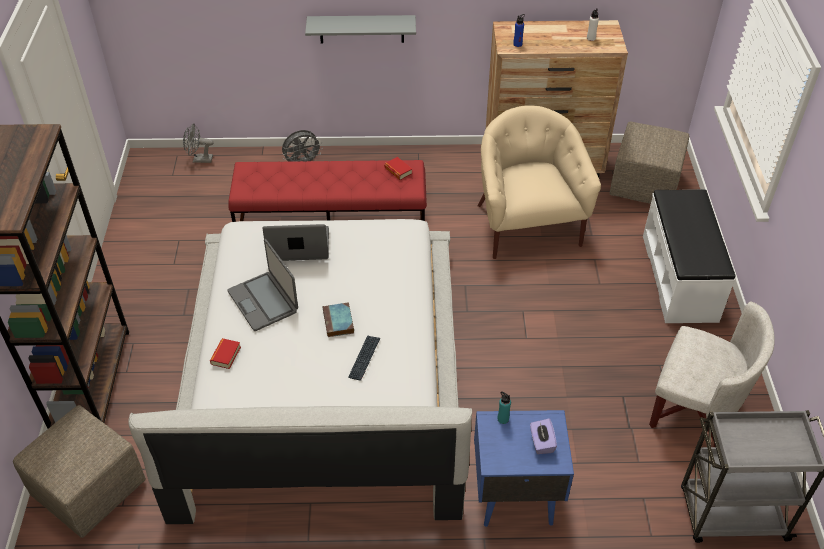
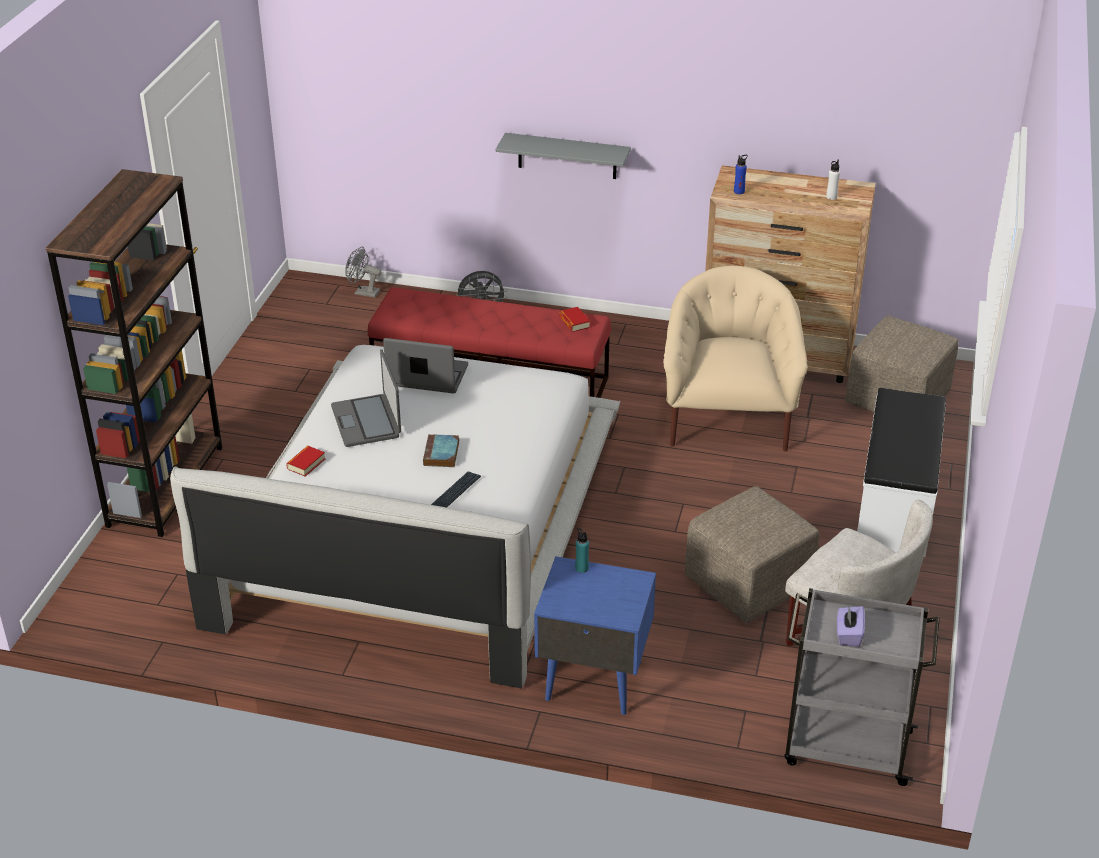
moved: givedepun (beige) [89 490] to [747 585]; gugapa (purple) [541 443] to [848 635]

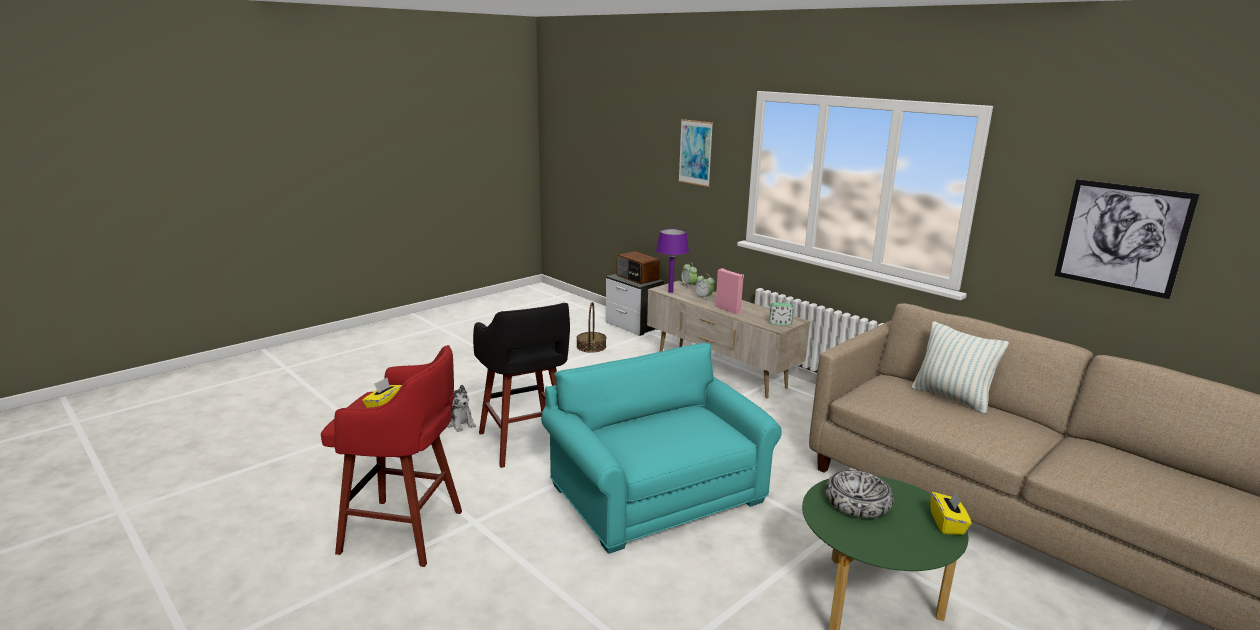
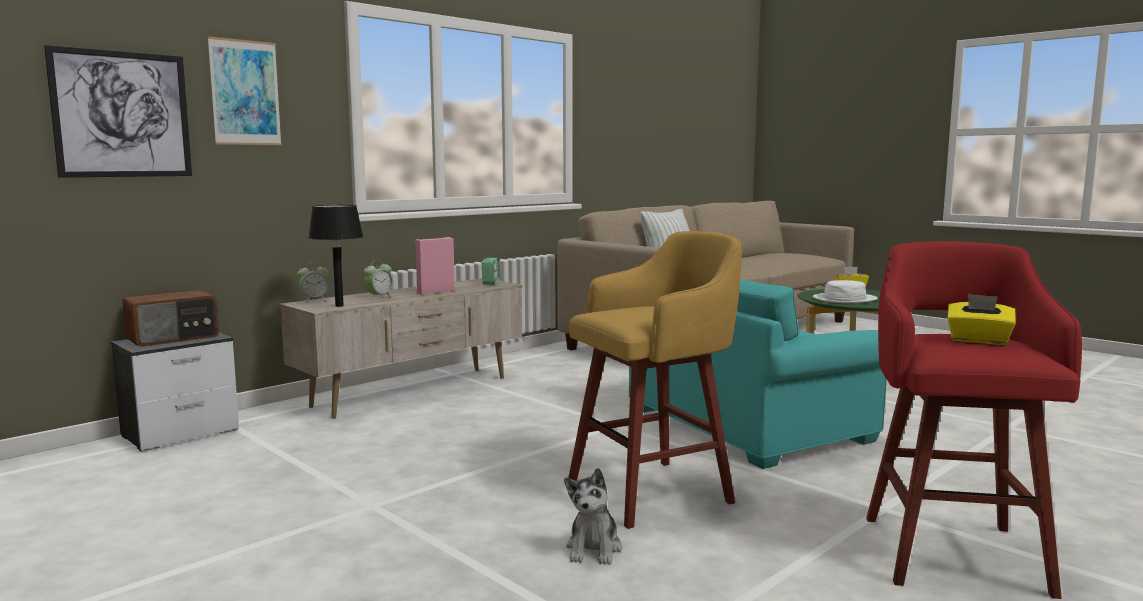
removed: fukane [591 346]
moved: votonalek [1122 237] to [122 114]
replaced: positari [857 502] to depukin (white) [844 299]
recoloured: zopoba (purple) [670 291] to zopoba (black) [339 306]; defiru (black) [525 443] to defiru (yellow) [654 491]
turned: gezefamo [460 423] = [594 549] 135 degrees clockwise

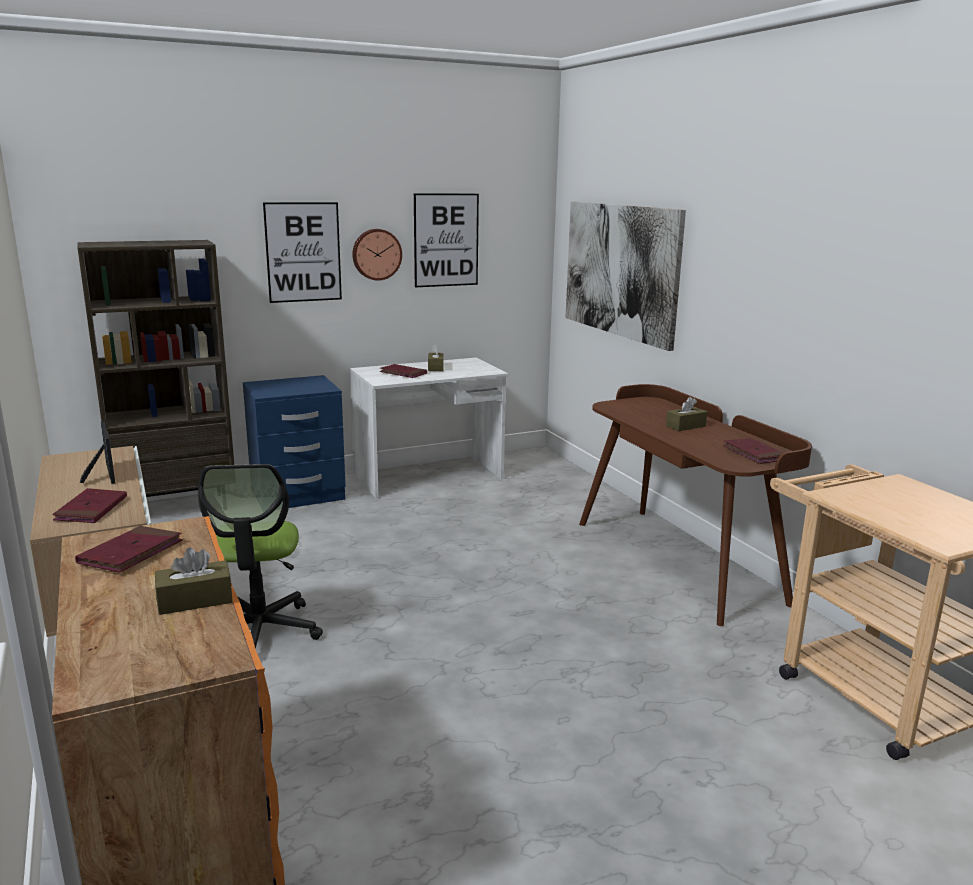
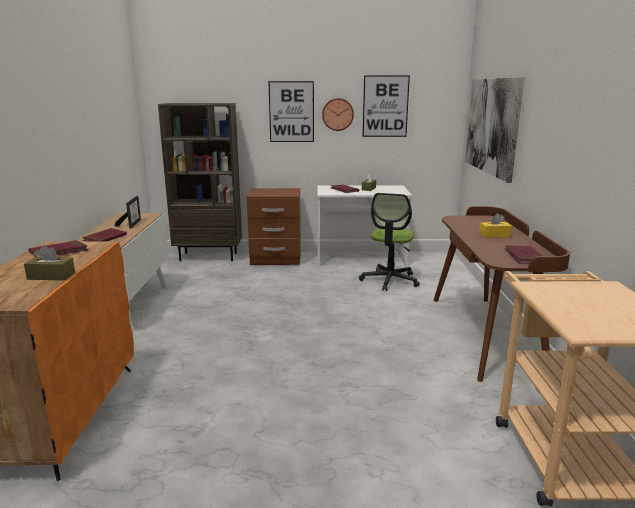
moved: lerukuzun [259 632] to [389 280]
recoloured: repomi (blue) [298 495] to repomi (brown) [276 259]; gugapa (brown) [685 426] to gugapa (yellow) [494 235]

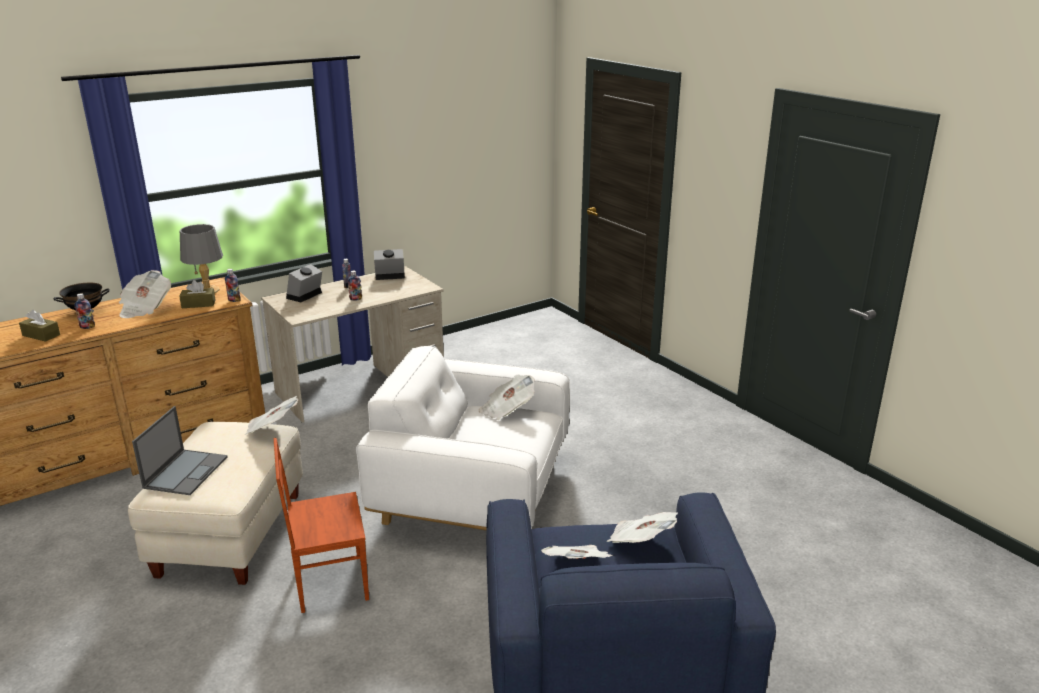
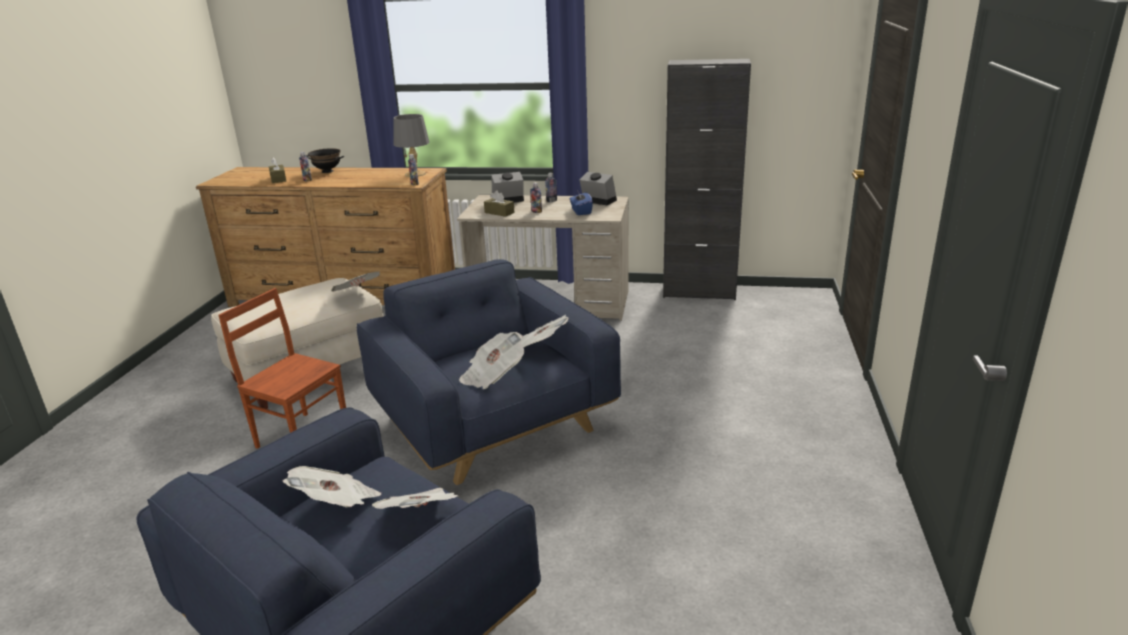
removed: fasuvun [186 472]
added: gugapa (blue) [581 211]; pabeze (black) [699 292]
moved: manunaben [145 308] to [492 376]; gugapa (brown) [198 304] to [499 212]
recoloured: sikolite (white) [472 493] to sikolite (blue) [492 422]

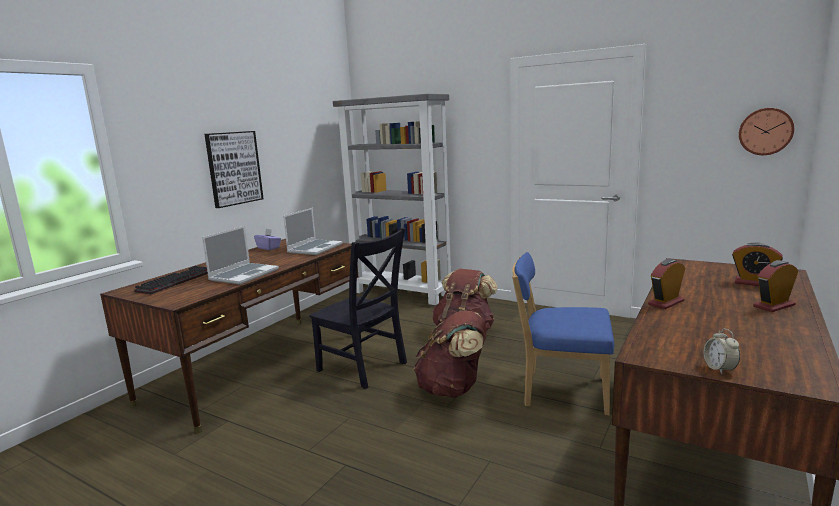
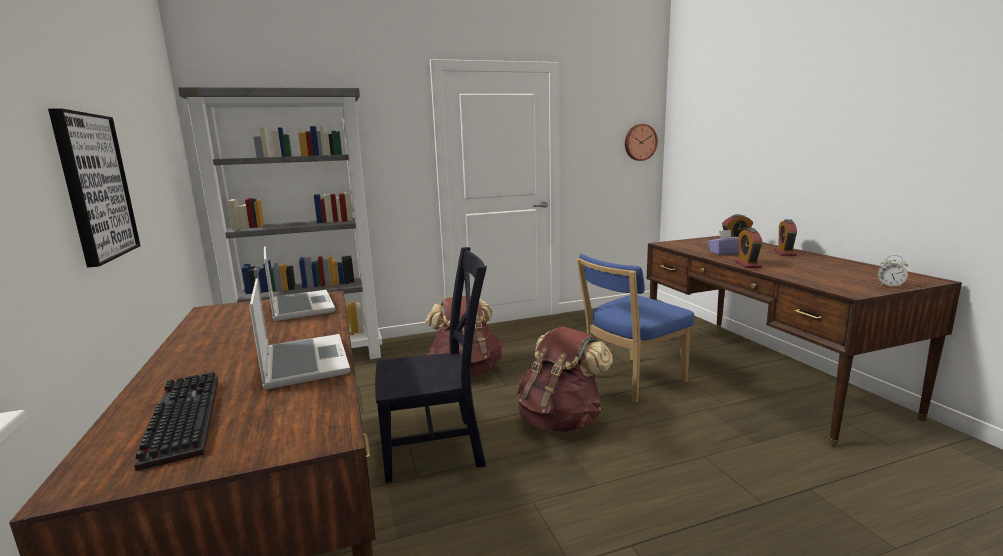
moved: gugapa (purple) [269 248] to [724 253]

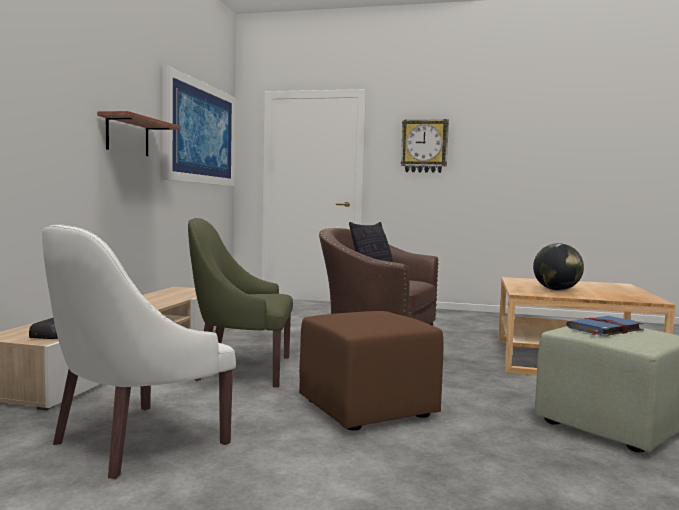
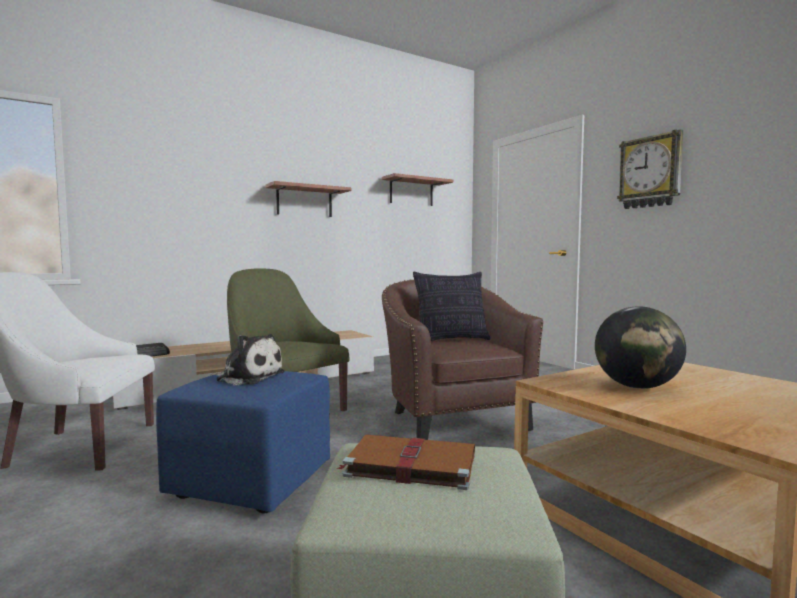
added: gezefamo [248 377]
replaced: votonalek [200 133] to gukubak [411 192]
recoloured: givedepun (brown) [366 410] to givedepun (blue) [249 482]; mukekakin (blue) [604 329] to mukekakin (brown) [409 464]

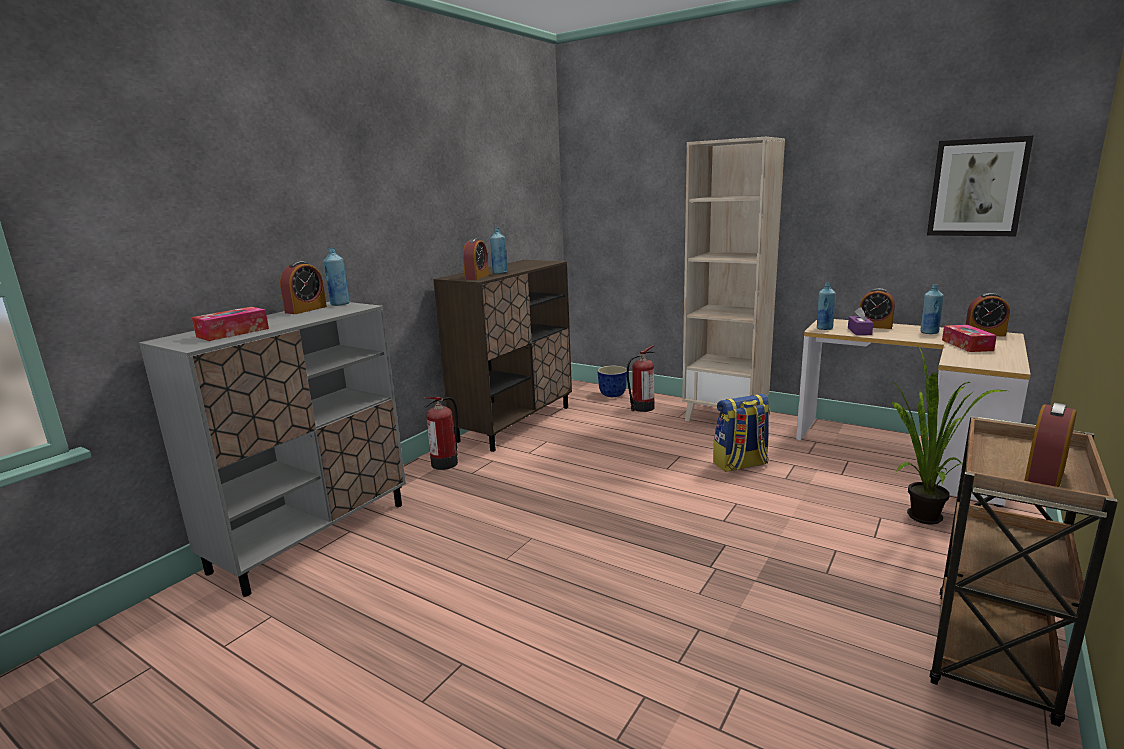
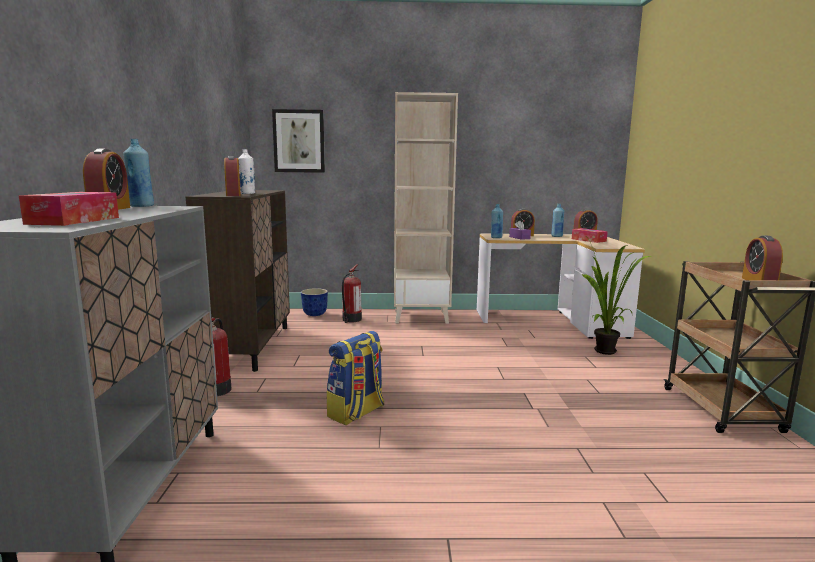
moved: votonalek [977 188] to [299 141]; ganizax [740 464] to [356 413]
recoloured: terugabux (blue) [500 273] to terugabux (white) [247 194]

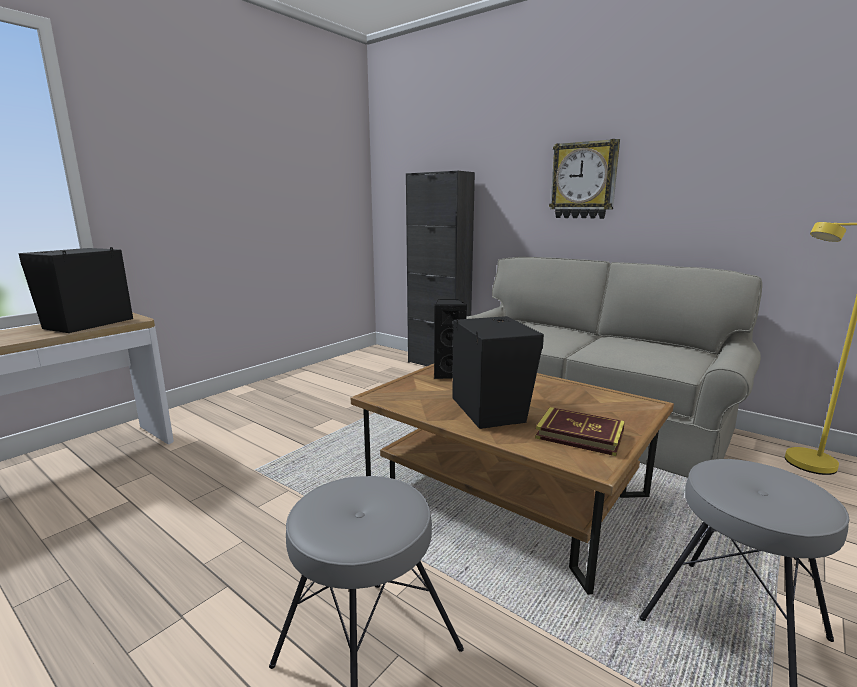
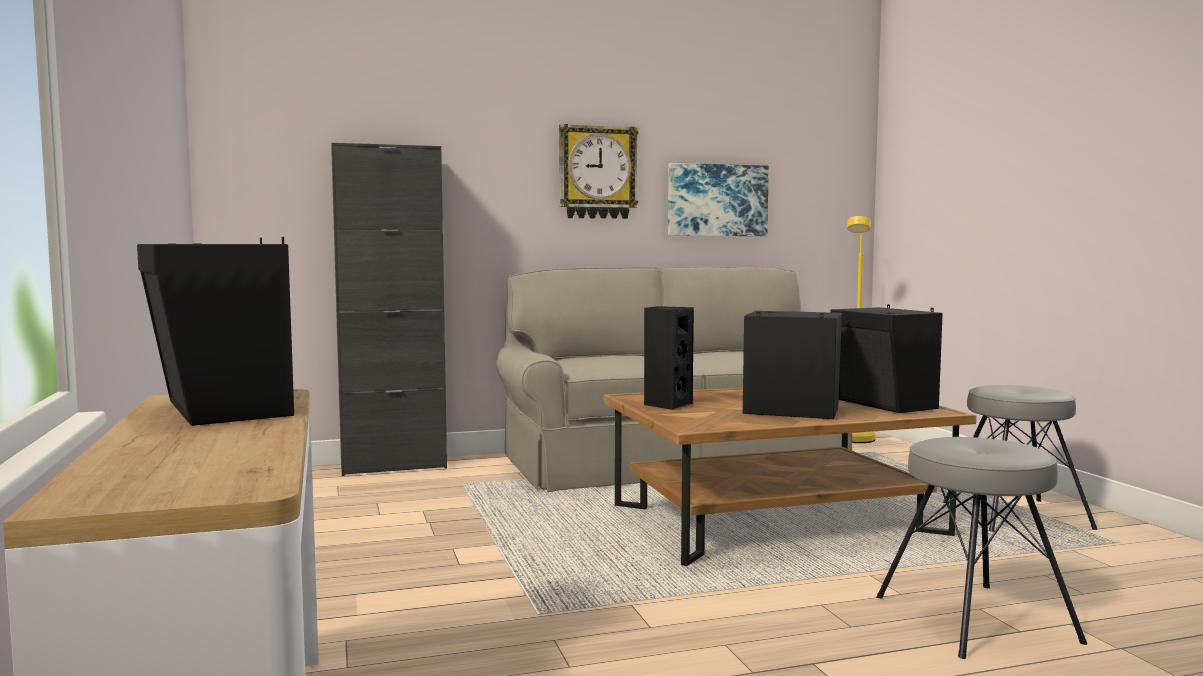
added: votonalek [717 200]
replaced: mukekakin [579 435] to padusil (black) [884 404]

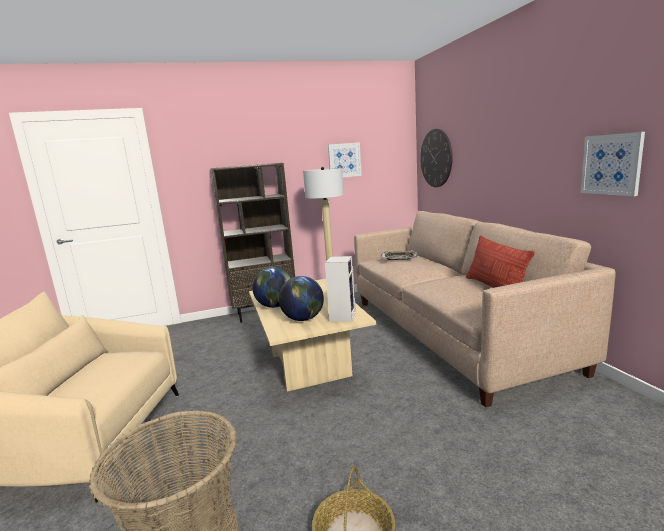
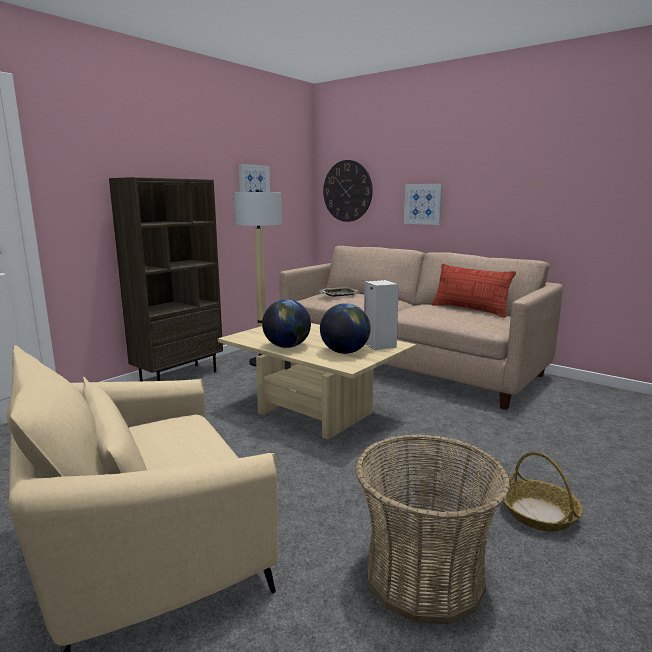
moved: votonalek [611 164] to [423 204]

